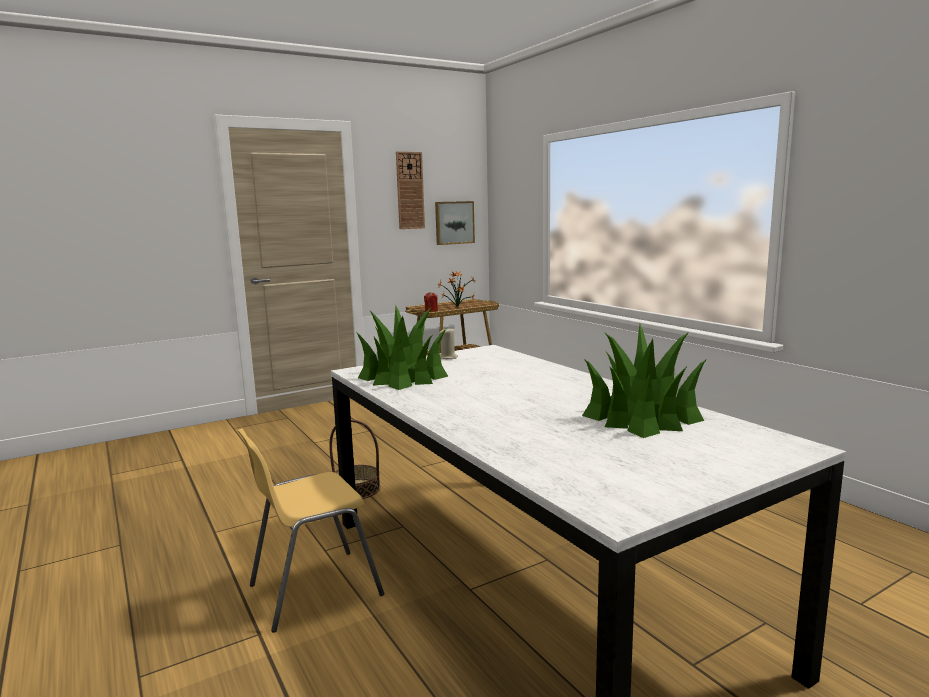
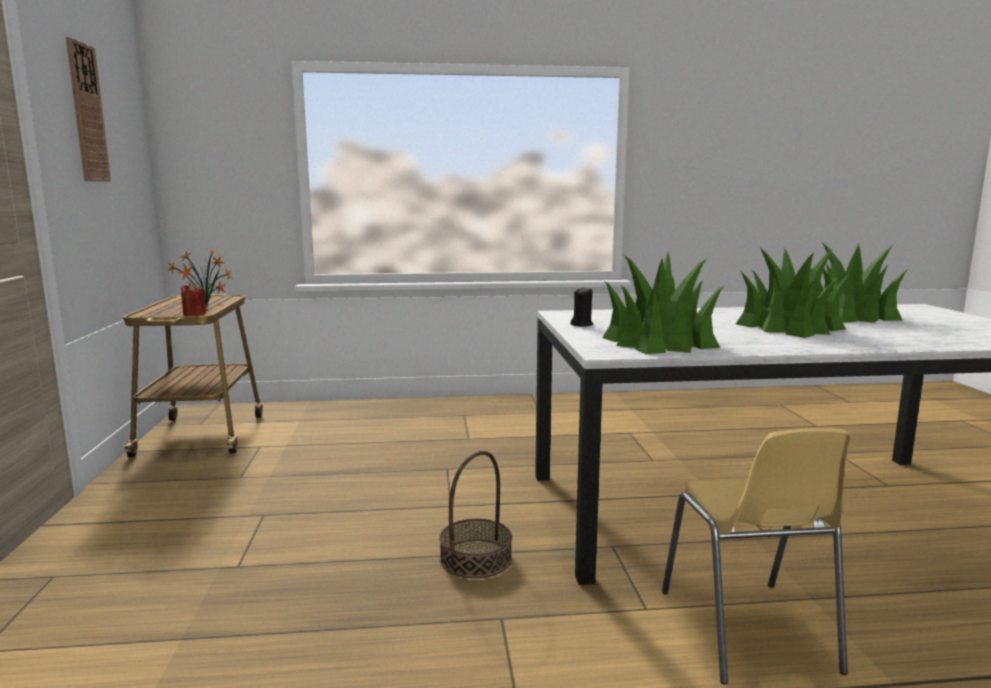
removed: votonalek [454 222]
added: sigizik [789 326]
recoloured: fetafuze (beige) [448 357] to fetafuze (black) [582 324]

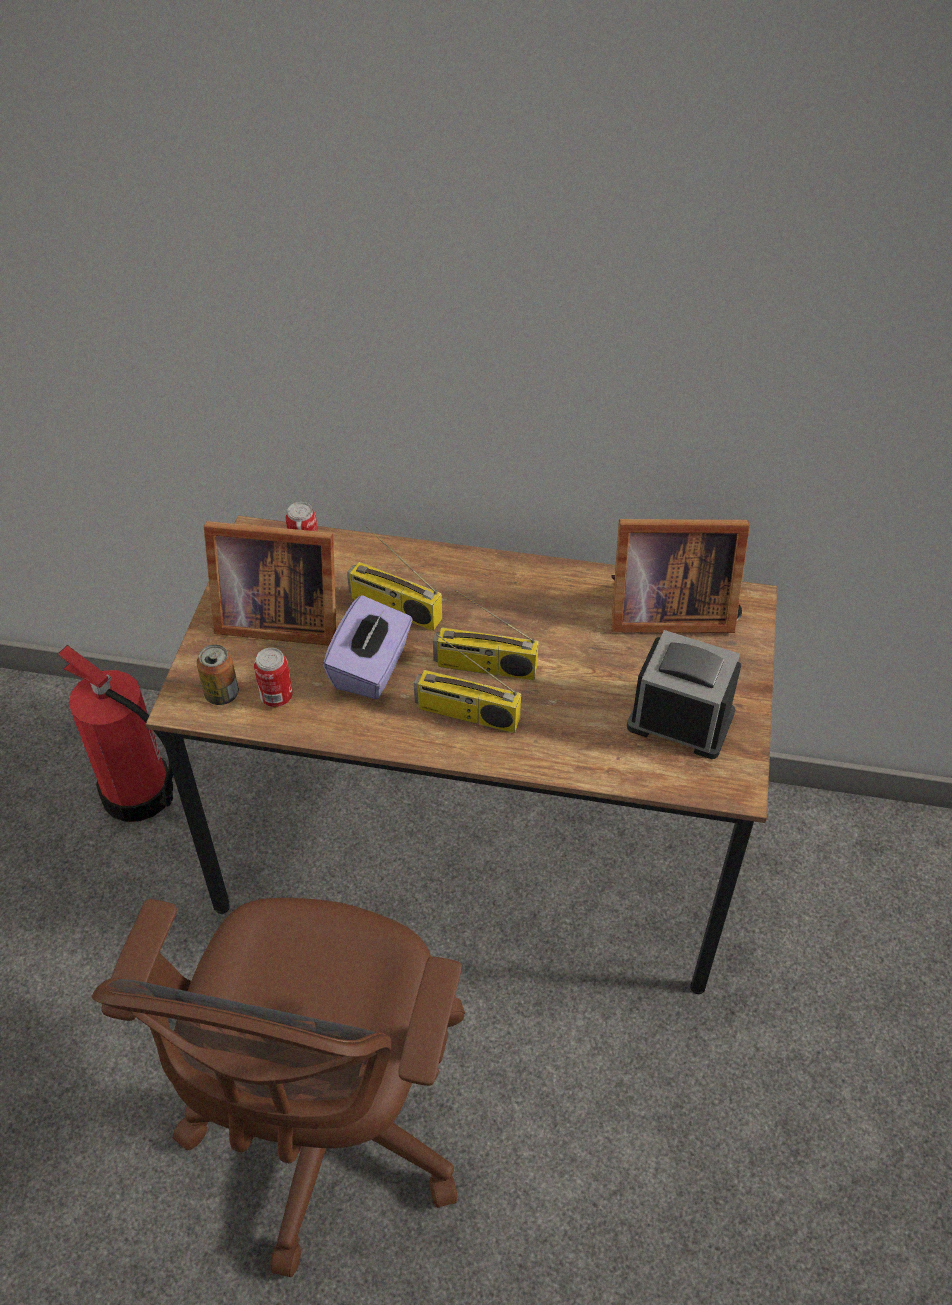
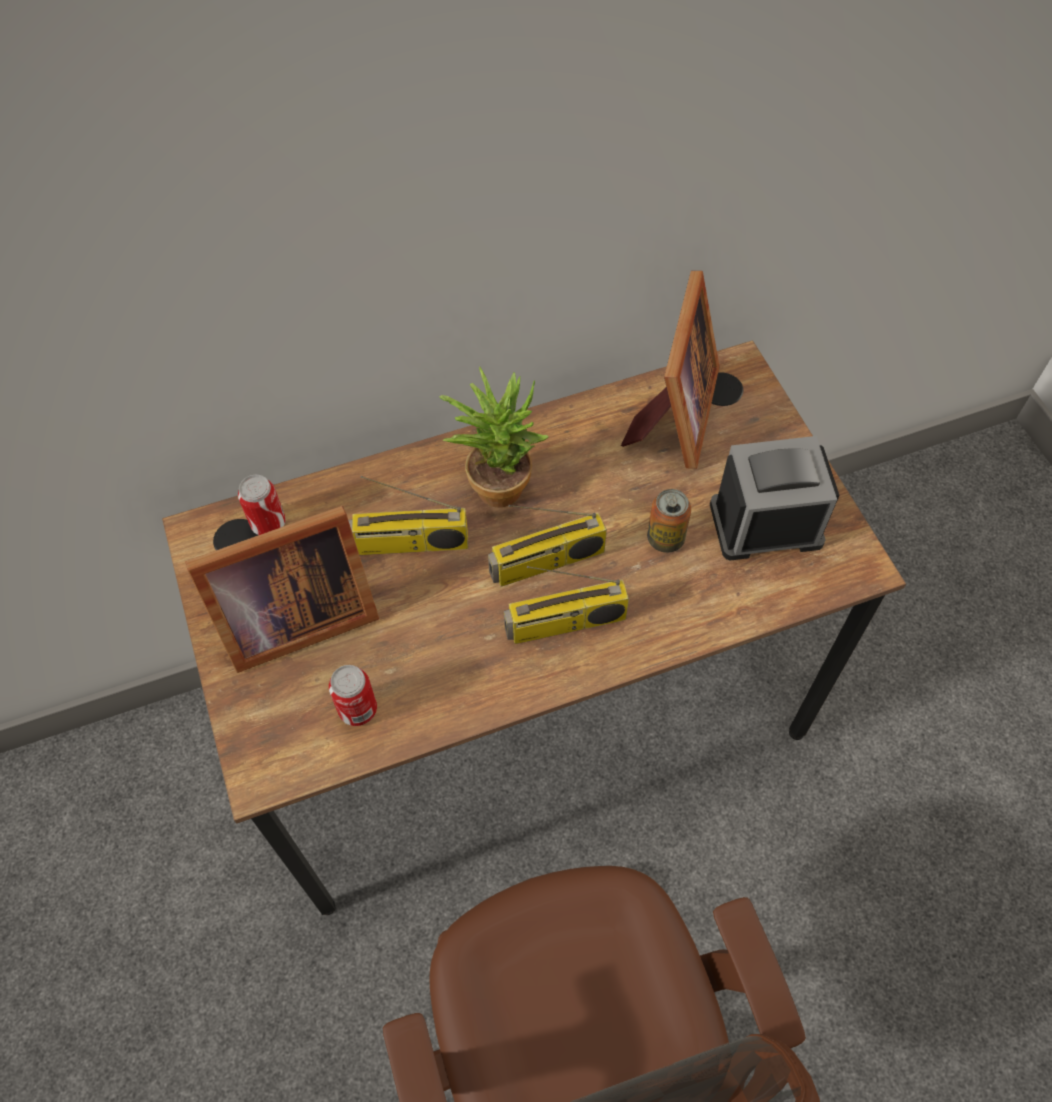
removed: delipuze [139 794]; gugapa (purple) [371 668]
added: sigizik [497 480]
moved: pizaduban [222 694] to [665 538]
turned: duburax [664 611] = [673 416] 45 degrees counterclockwise

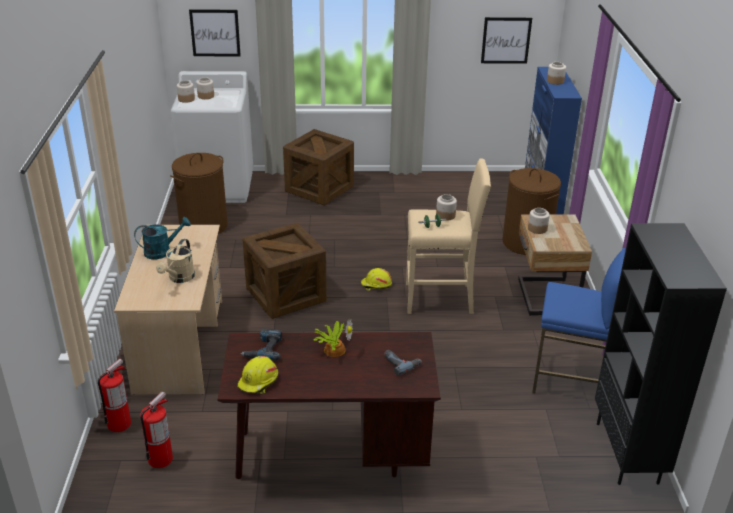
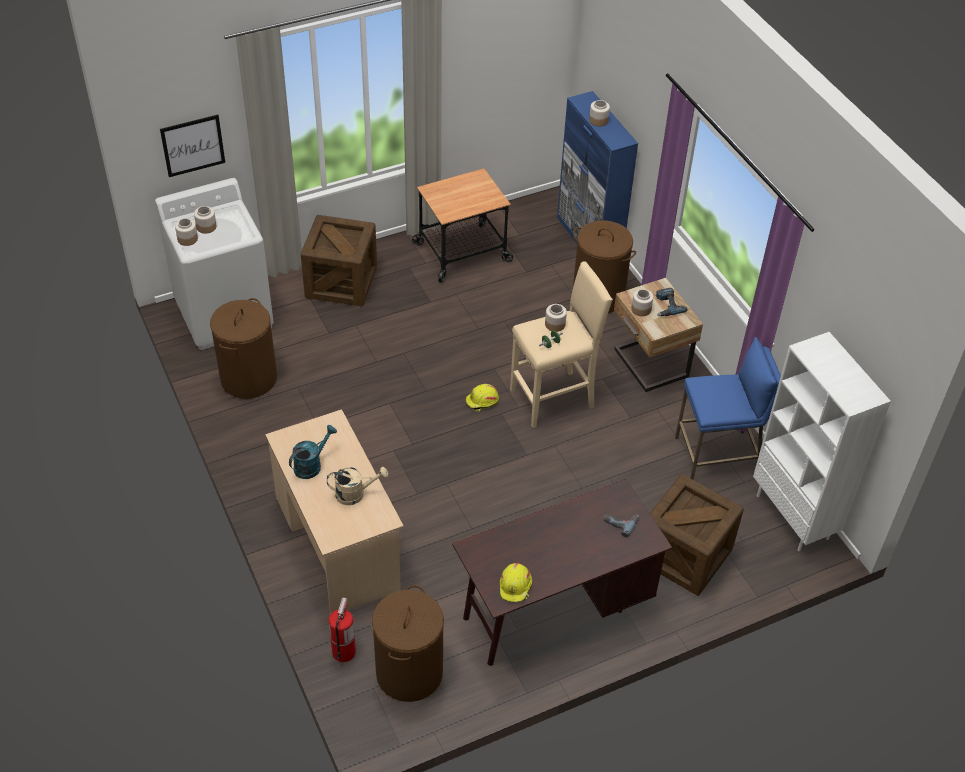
removed: sigizik [333 349]; votonalek [506 40]
added: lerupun [462 252]
moved: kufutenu [286 295] to [685 555]; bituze [264 349] to [666 306]
replaced: delipuze [160 459] to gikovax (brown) [409 672]
recoloured: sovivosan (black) [628 453] to sovivosan (white) [793 517]
turned: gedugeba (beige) [179 278] = [355 494] 90 degrees counterclockwise

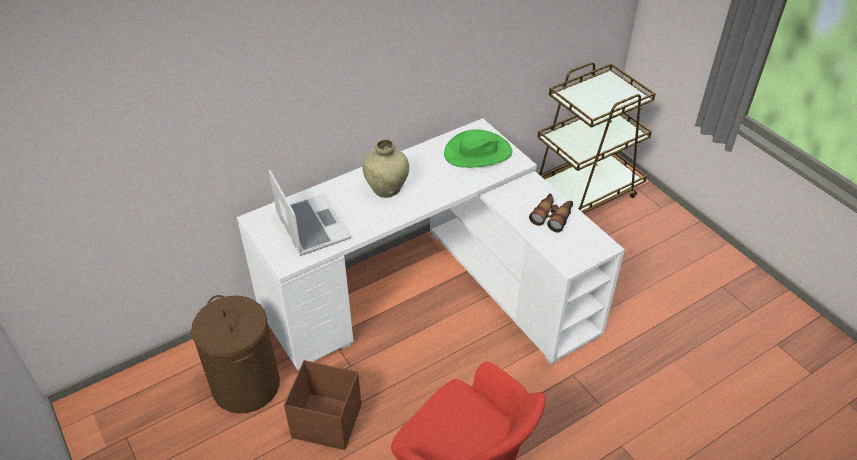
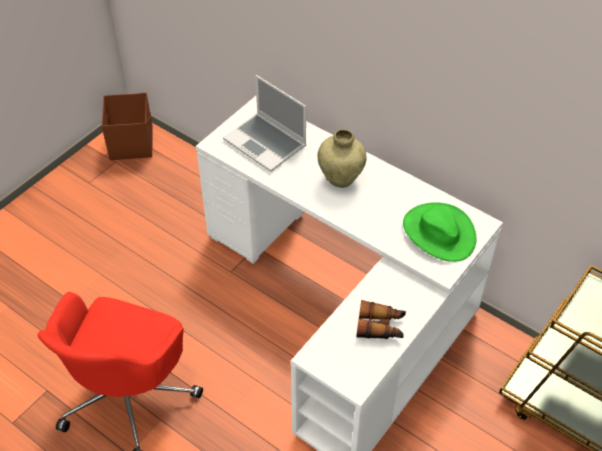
removed: gikovax (brown) [246 385]
moved: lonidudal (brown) [326 421] to [132 143]
turned: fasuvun [310 226] = [266 143] 90 degrees clockwise

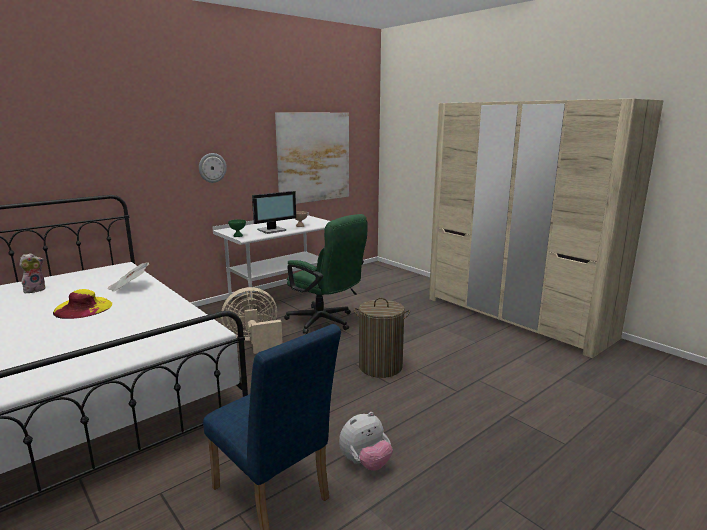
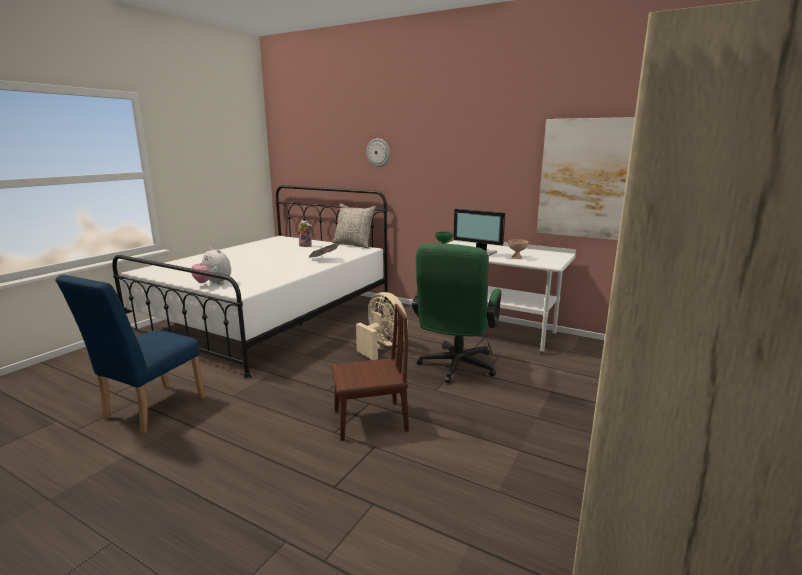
removed: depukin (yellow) [83 308]
added: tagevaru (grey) [354 245]
moved: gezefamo [365 463] to [213 284]; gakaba [212 167] to [378 152]
replaced: gikovax [380 367] to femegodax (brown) [370 420]

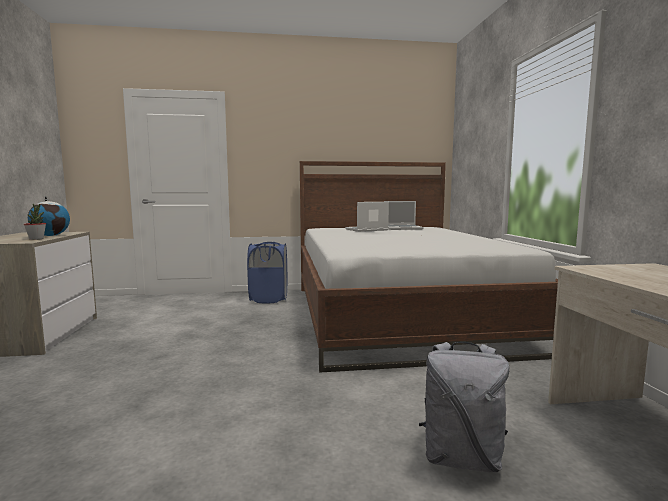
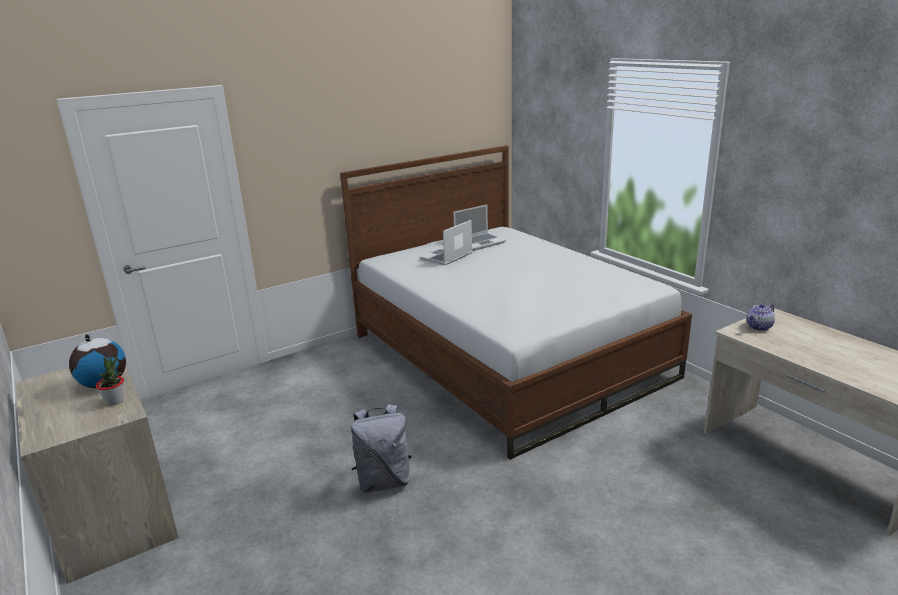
removed: gikovax (blue) [268 299]
added: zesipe [759 327]
moved: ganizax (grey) [461 458] to [384 481]

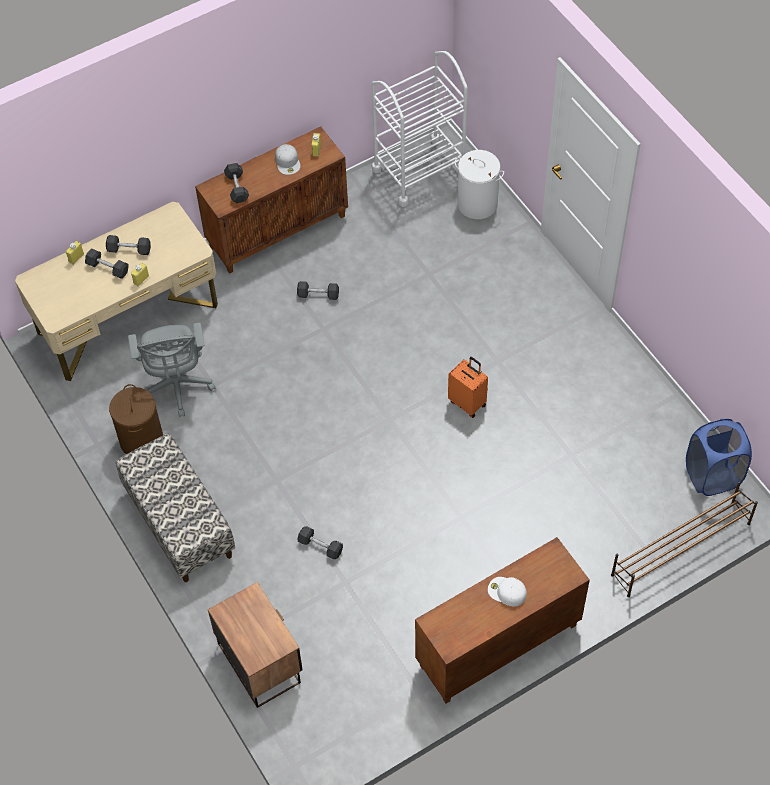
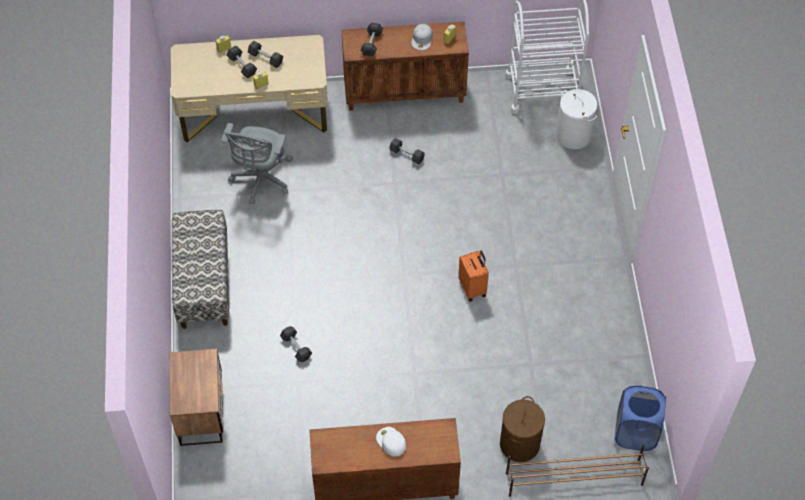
moved: gikovax (brown) [141 439] to [519 443]

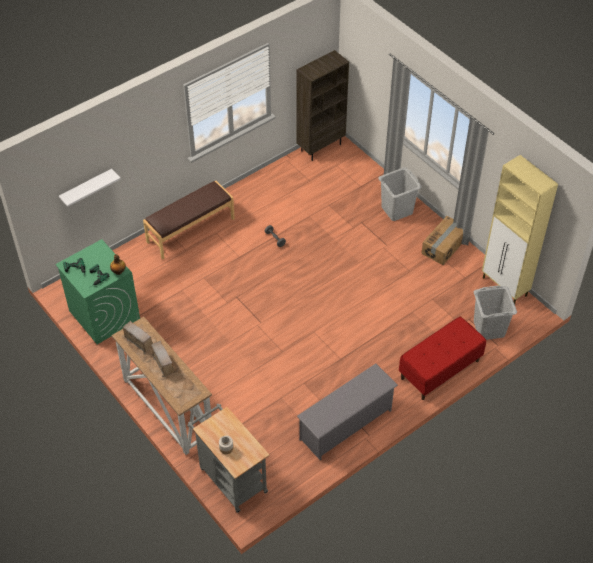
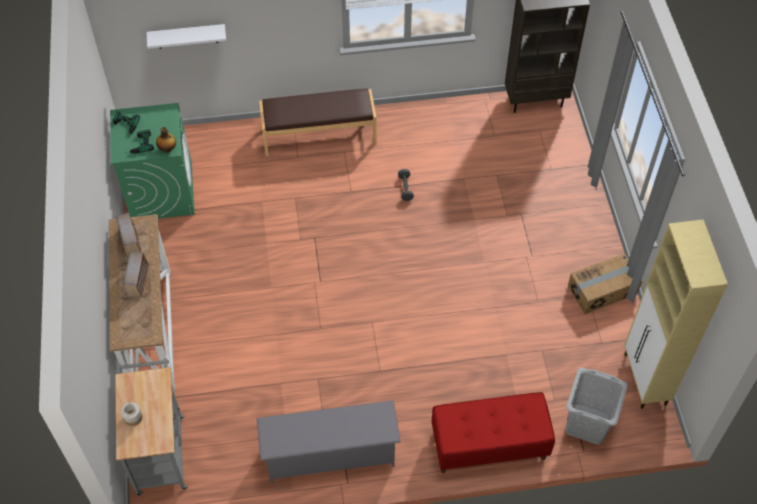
removed: gikovax (grey) [397 210]

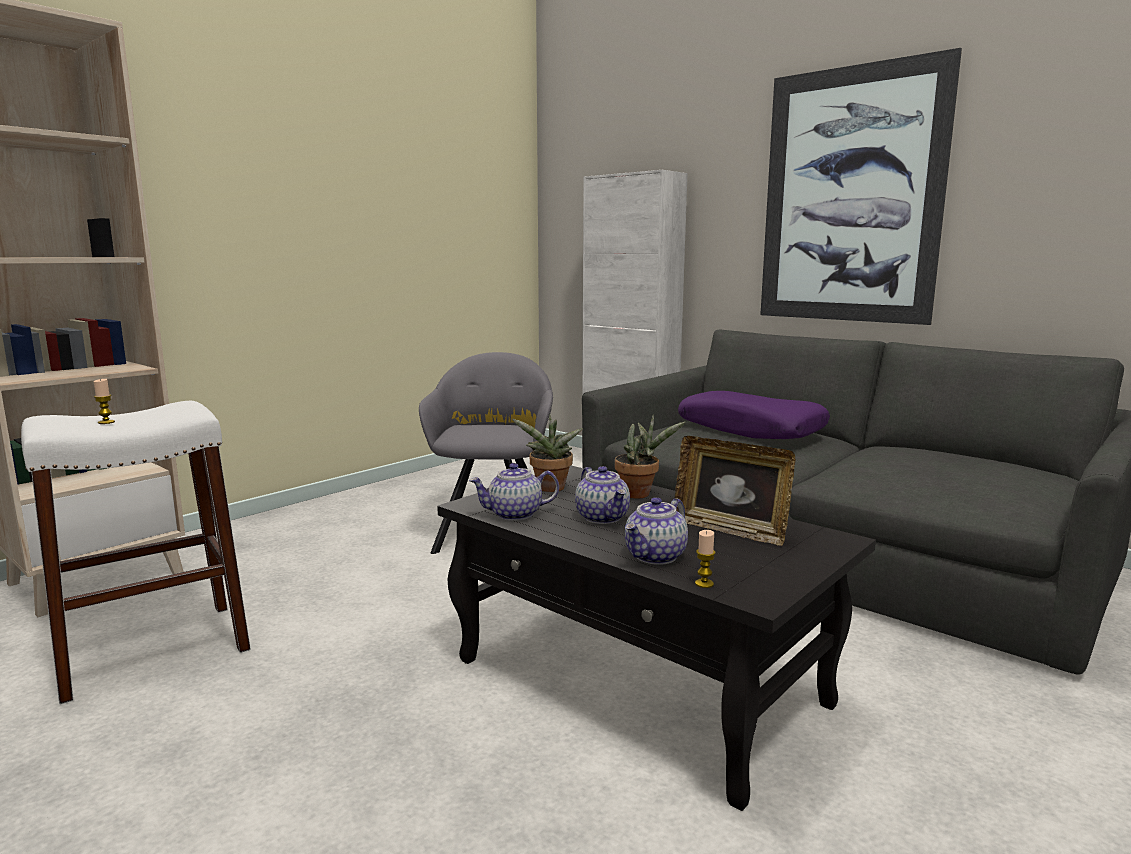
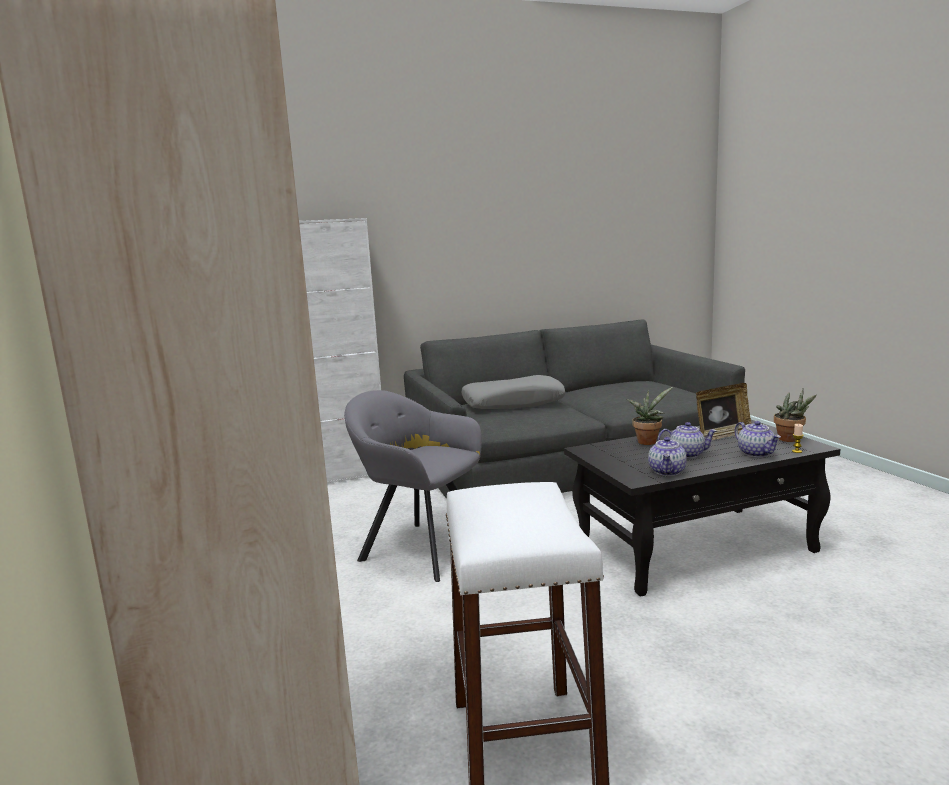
removed: fetafuze [106 422]; votonalek [850 196]
moved: sigizik [549 489] to [791 440]
recoloured: tagevaru (purple) [751 429] to tagevaru (grey) [513 403]

